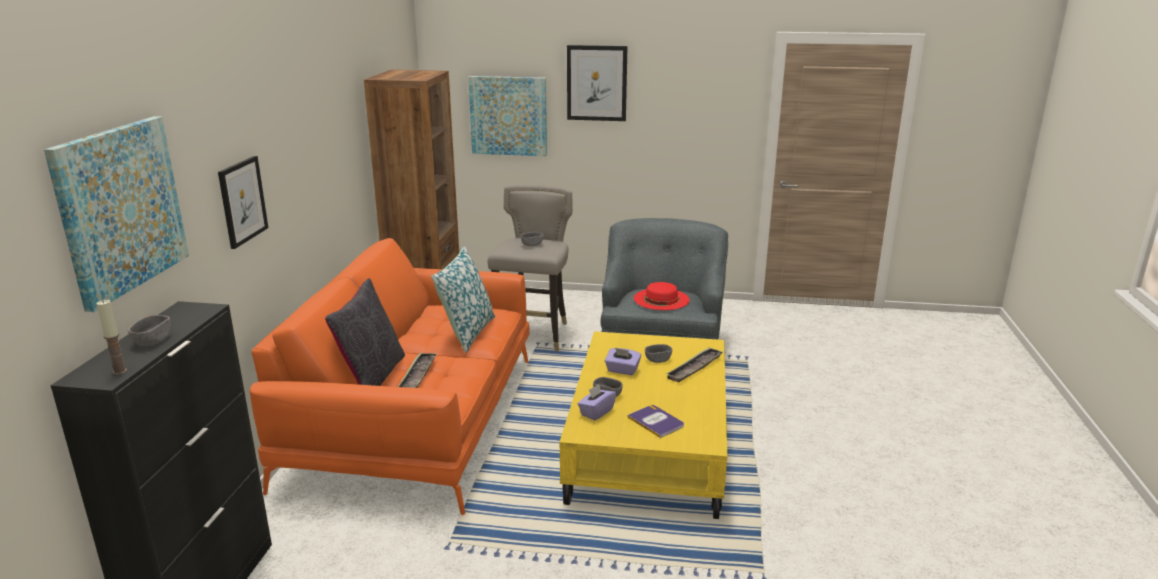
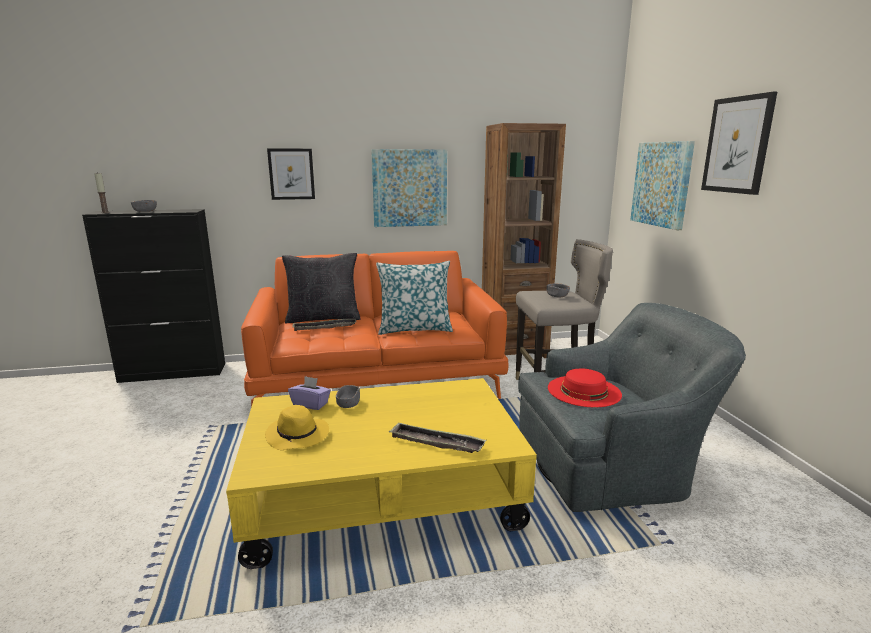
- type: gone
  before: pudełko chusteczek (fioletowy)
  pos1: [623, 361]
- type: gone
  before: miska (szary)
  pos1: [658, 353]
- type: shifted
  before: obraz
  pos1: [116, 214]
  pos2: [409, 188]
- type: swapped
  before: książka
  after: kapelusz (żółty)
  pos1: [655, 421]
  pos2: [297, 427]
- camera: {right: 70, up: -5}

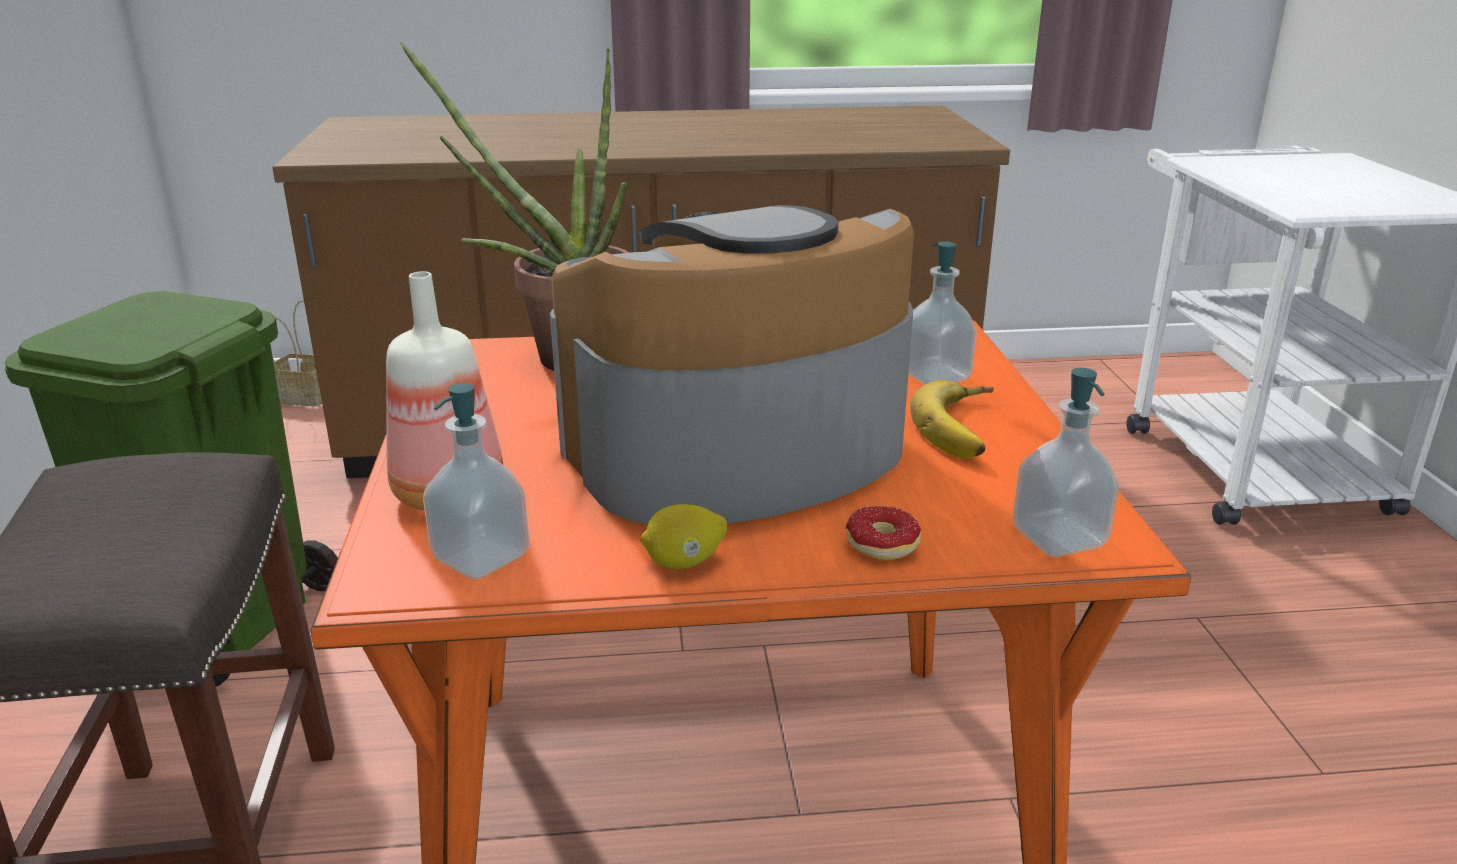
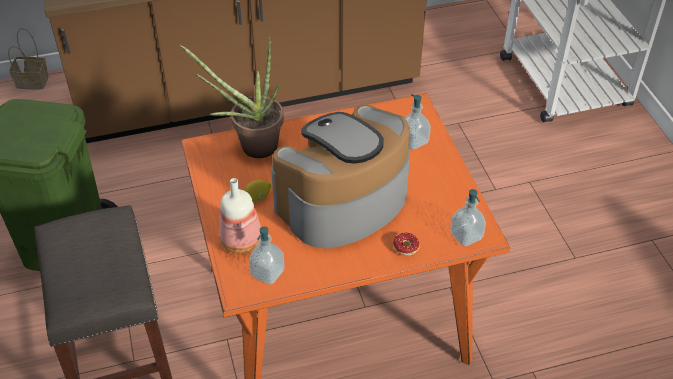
- type: gone
  before: banan
  pos1: [952, 419]
- type: shifted
  before: cytryna
  pos1: [683, 536]
  pos2: [258, 191]
- camera: {right: -10, up: 20}

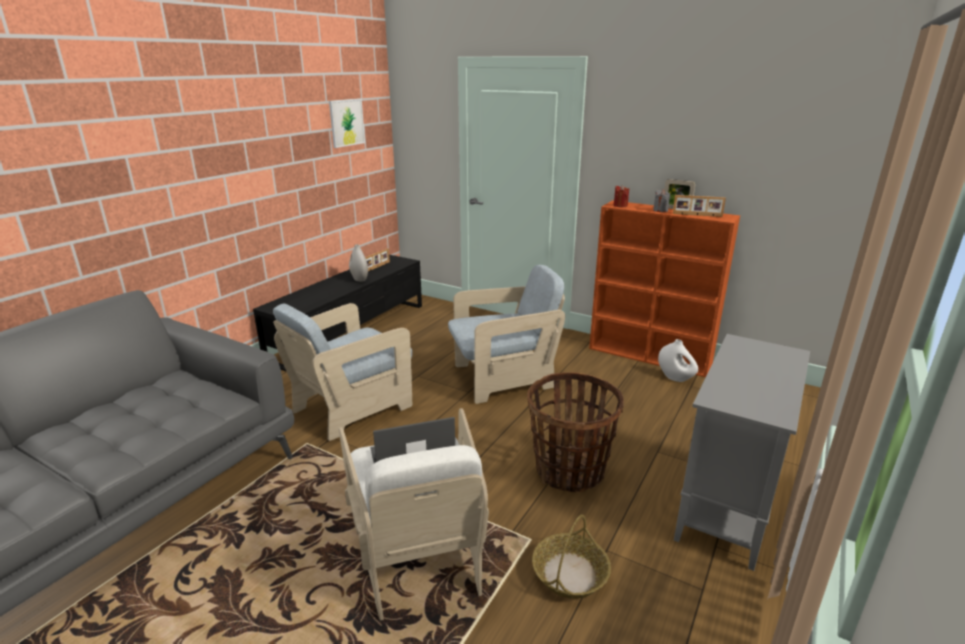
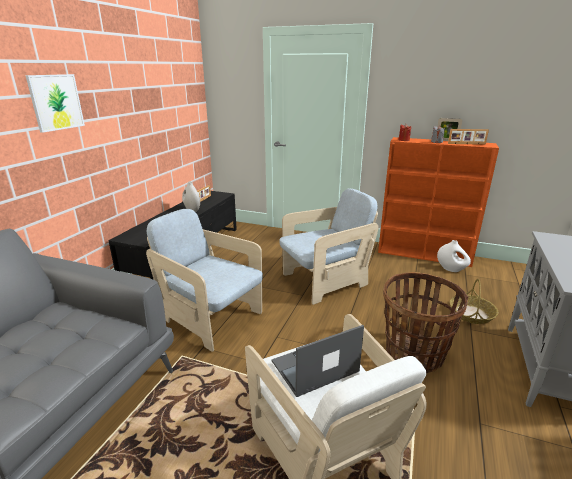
- type: shifted
  before: obraz
  pos1: [347, 123]
  pos2: [55, 103]
- type: shifted
  before: koszyk
  pos1: [571, 557]
  pos2: [474, 301]
- type: rotated
  before: fotel (beżowy)
  pos1: [342, 372]
  pos2: [204, 280]
  turn: 90
- camera: {right: -10, up: 0}

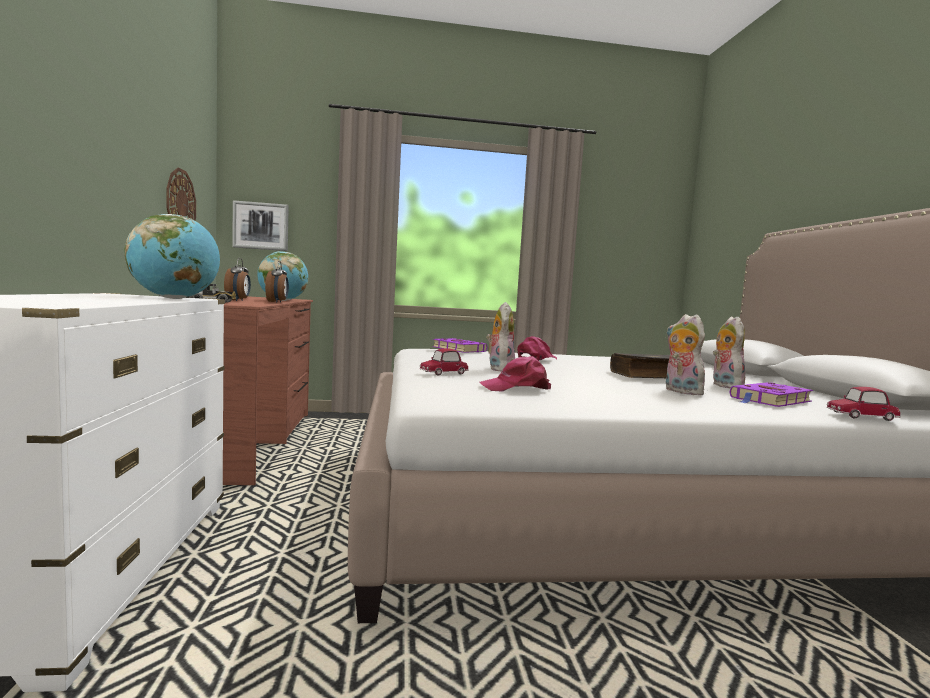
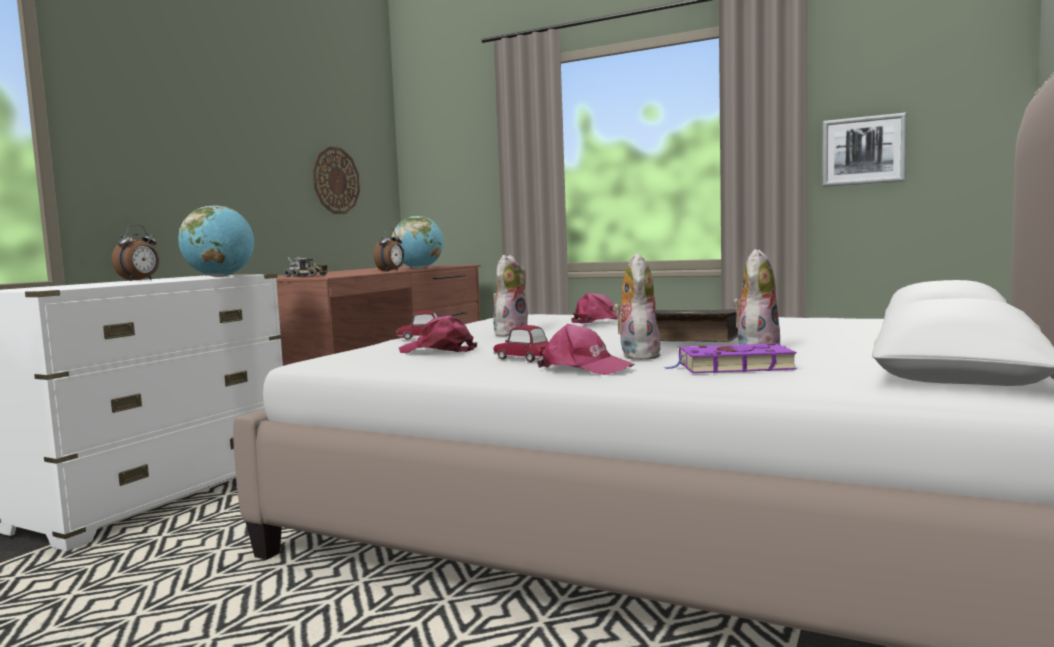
- type: gone
  before: książka (fioletowy)
  pos1: [459, 345]
- type: new
  after: czapka z daszkiem (różowy)
  pos2: [586, 349]
- type: shifted
  before: budzik
  pos1: [237, 279]
  pos2: [135, 252]
- type: shifted
  before: obraz
  pos1: [260, 225]
  pos2: [865, 149]
- type: shifted
  before: samochodzik
  pos1: [864, 404]
  pos2: [521, 343]
- camera: {right: 35, up: 0}

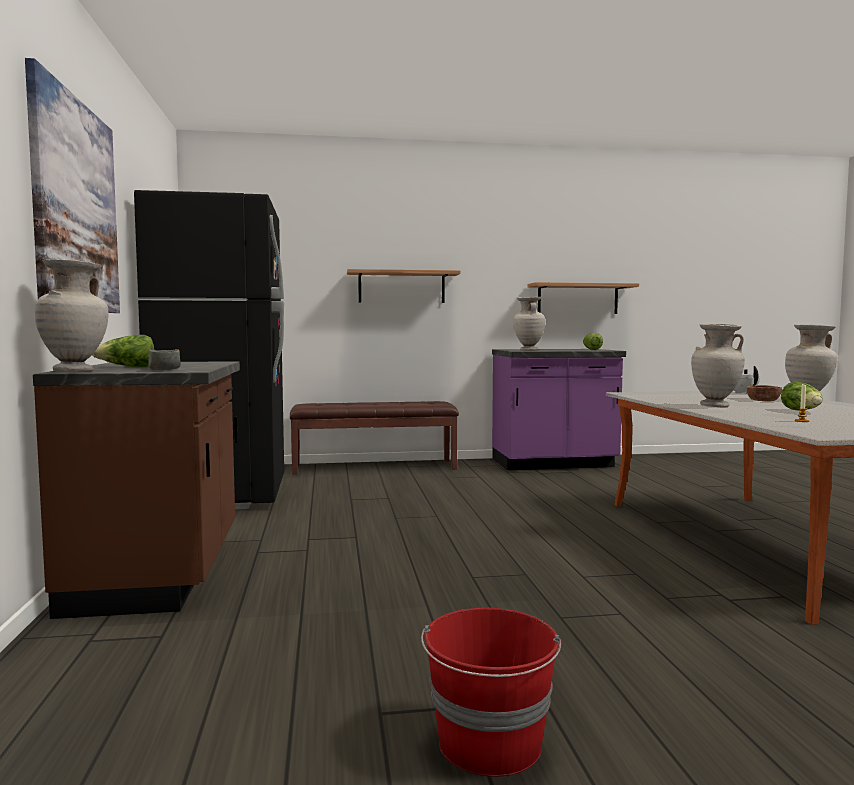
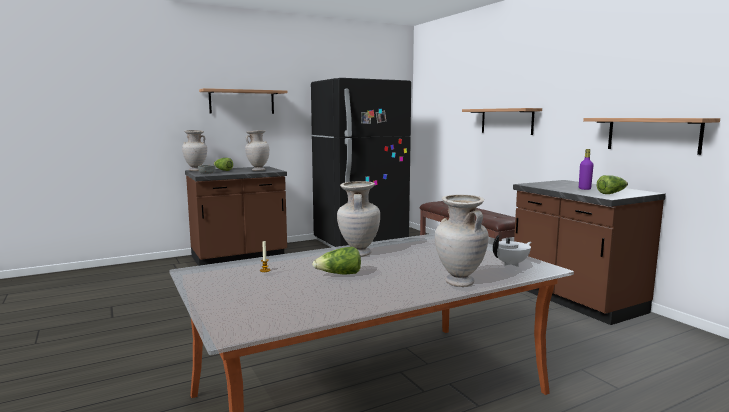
- type: gone
  before: wiadro (czerwony)
  pos1: [491, 692]
- type: gone
  before: miska (brązowy)
  pos1: [764, 393]
- type: new
  after: butelka (fioletowy)
  pos2: [586, 169]
- type: shifted
  before: wazon (beżowy)
  pos1: [529, 324]
  pos2: [257, 150]
- type: swapped
  before: obraz
  after: półka
  pos1: [72, 185]
  pos2: [243, 101]
- type: repainted
  before: zabudowa kuchenna (fioletowy)
  after: zabudowa kuchenna (brązowy)
  pos1: [559, 409]
  pos2: [589, 252]
- camera: {right: 70, up: 5}

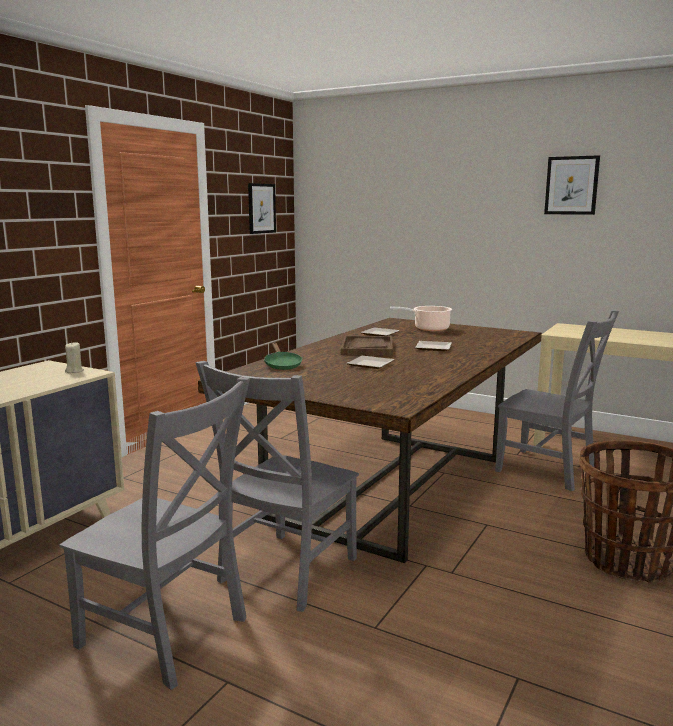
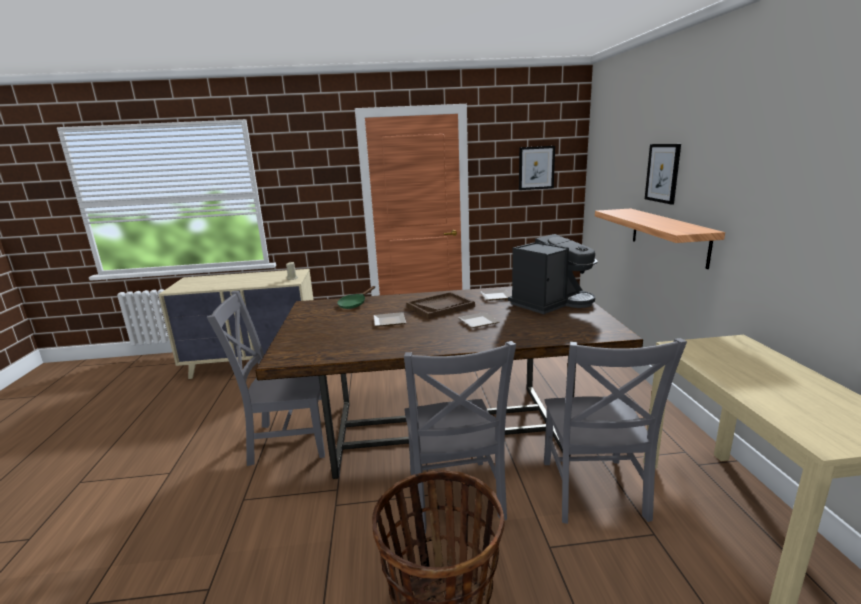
- type: new
  after: półka
  pos2: [660, 238]
- type: shifted
  before: krzesło (szary)
  pos1: [154, 533]
  pos2: [460, 437]
- type: shifted
  before: obraz
  pos1: [572, 185]
  pos2: [663, 174]
- type: swapped
  before: garnek
  after: ekspres do kawy
  pos1: [421, 318]
  pos2: [552, 274]
- camera: {right: 55, up: 5}

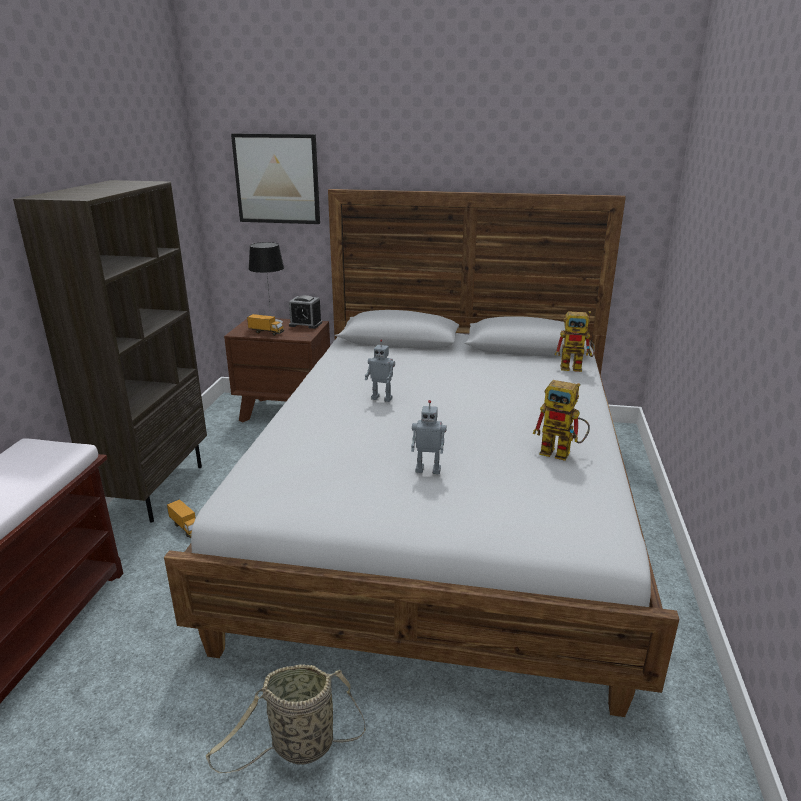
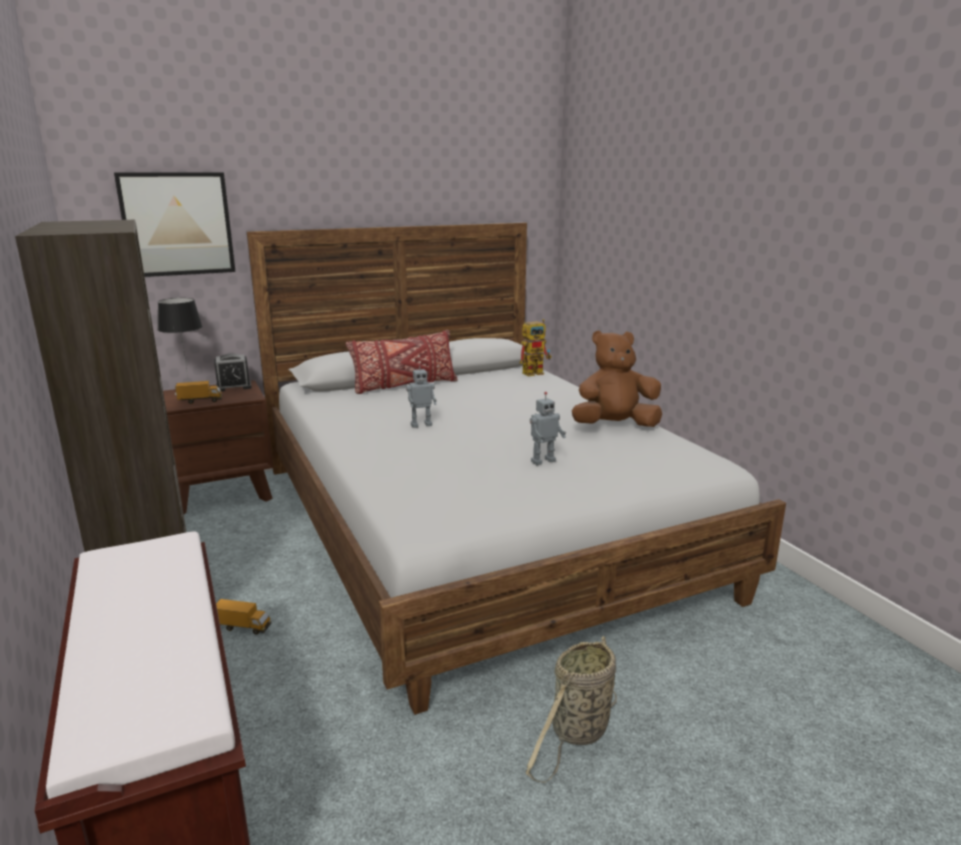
- type: new
  after: poduszka (czerwony)
  pos2: [401, 362]
- type: swapped
  before: robot zabawkowy
  after: pluszak (brązowy)
  pos1: [561, 420]
  pos2: [617, 378]
- camera: {right: -35, up: -5}

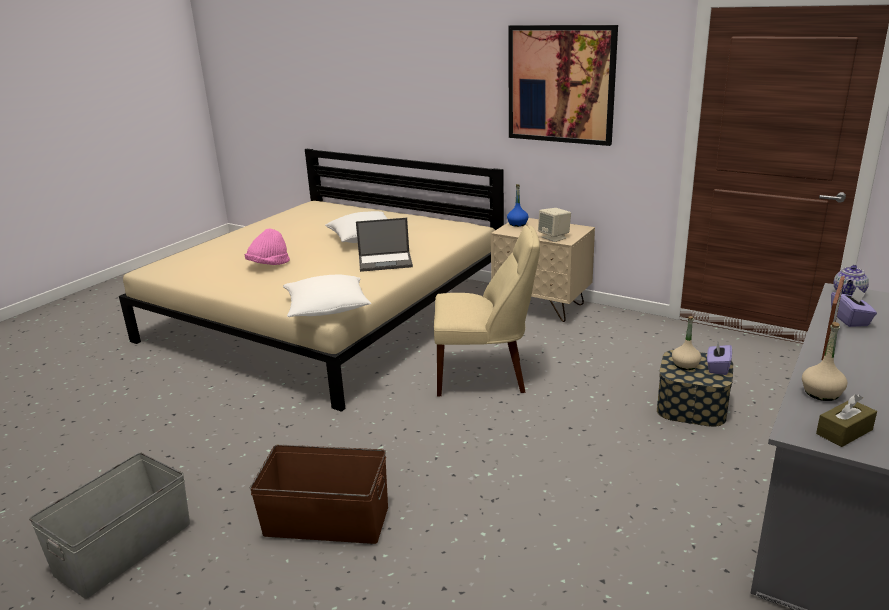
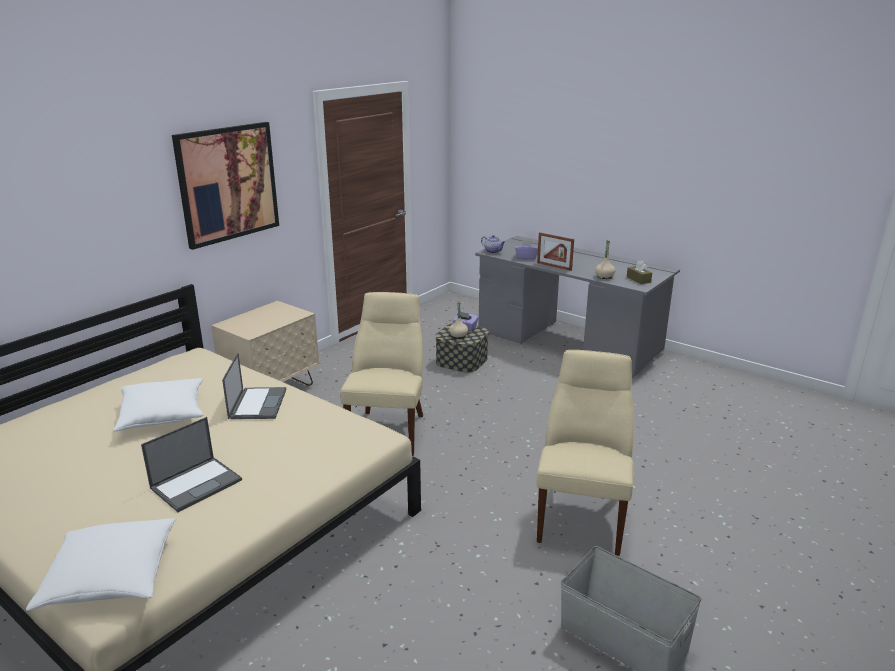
- type: gone
  before: butelka (niebieski)
  pos1: [518, 205]
- type: gone
  before: głośnik (beżowy)
  pos1: [554, 225]
- type: shifted
  before: poduszka (biały)
  pos1: [327, 296]
  pos2: [101, 564]
- type: swapped
  before: kapelusz (różowy)
  after: laptop
  pos1: [267, 247]
  pos2: [191, 464]
- type: swapped
  before: pojemnik do przechowywania (brązowy)
  after: krzesło (beżowy)
  pos1: [319, 494]
  pos2: [585, 453]
- camera: {right: -85, up: 0}

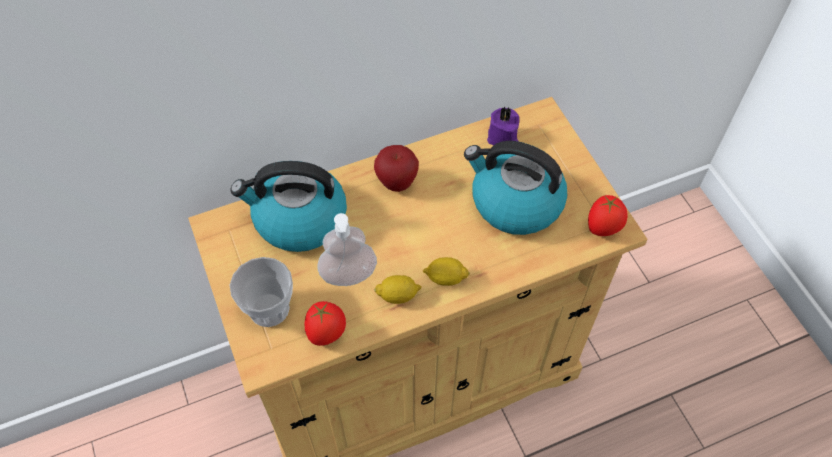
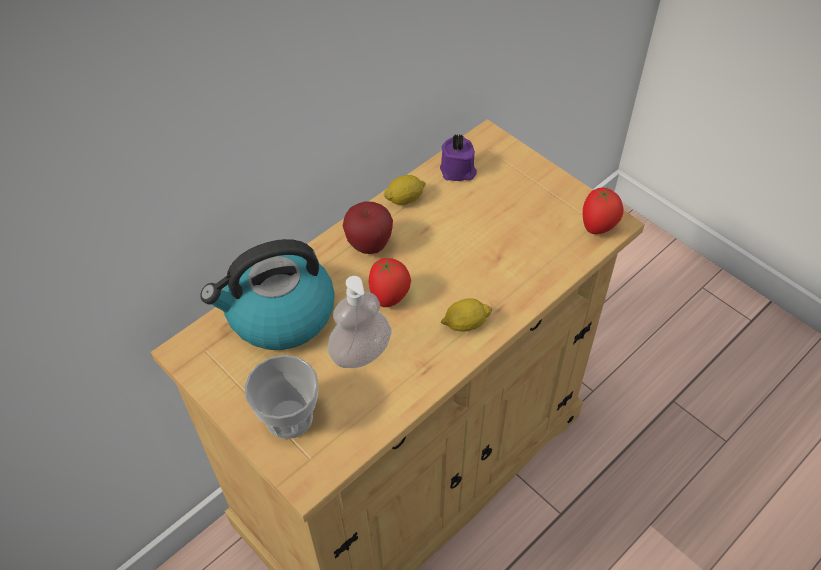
- type: gone
  before: czajnik
  pos1: [515, 188]
- type: shifted
  before: pomidor
  pos1: [325, 323]
  pos2: [390, 281]
- type: shifted
  before: cytryna
  pos1: [397, 289]
  pos2: [405, 190]
- camera: {right: -20, up: -5}

